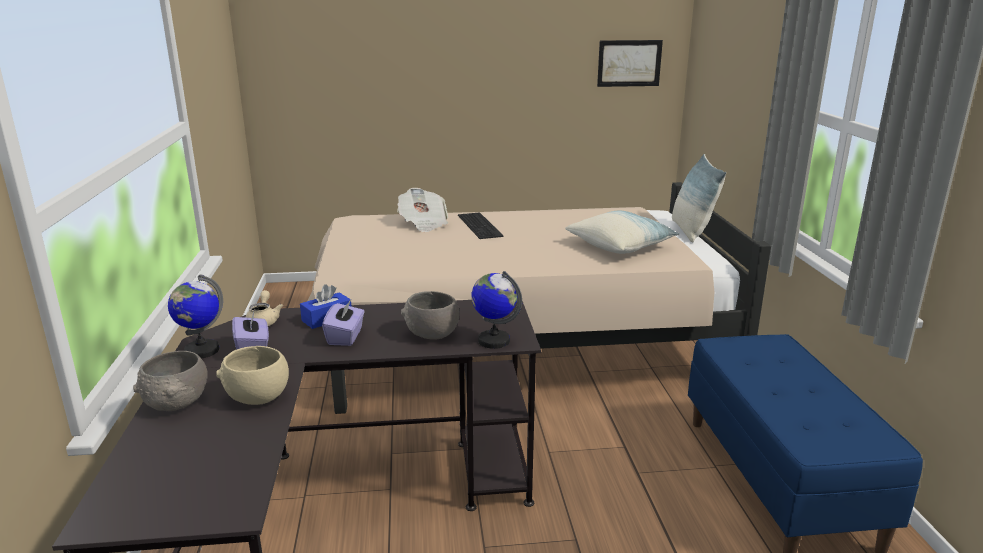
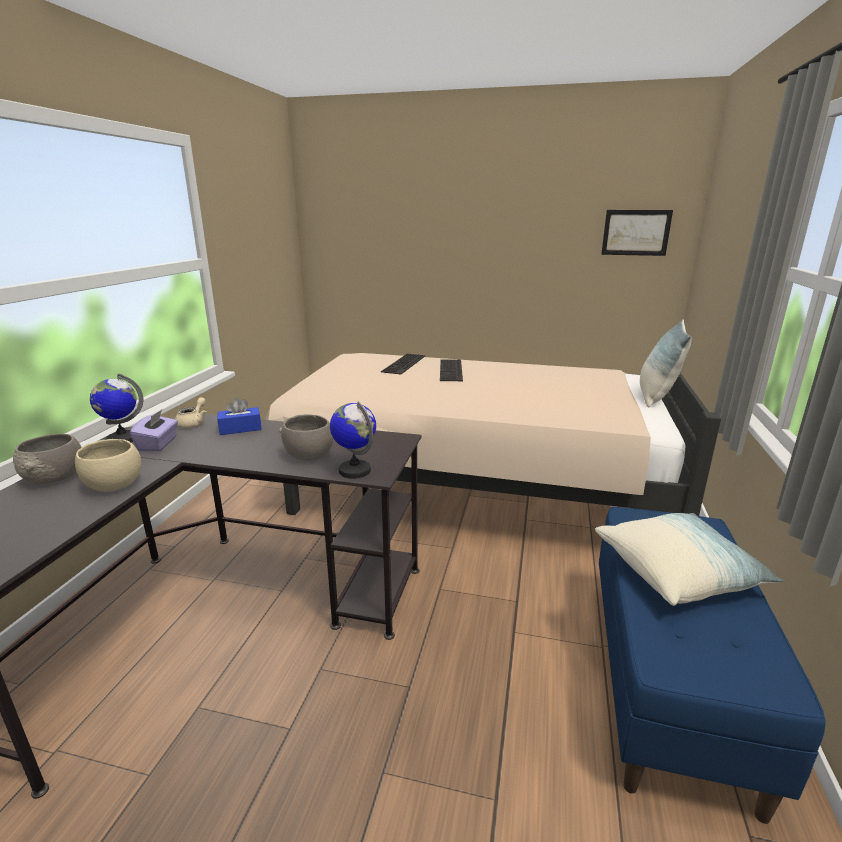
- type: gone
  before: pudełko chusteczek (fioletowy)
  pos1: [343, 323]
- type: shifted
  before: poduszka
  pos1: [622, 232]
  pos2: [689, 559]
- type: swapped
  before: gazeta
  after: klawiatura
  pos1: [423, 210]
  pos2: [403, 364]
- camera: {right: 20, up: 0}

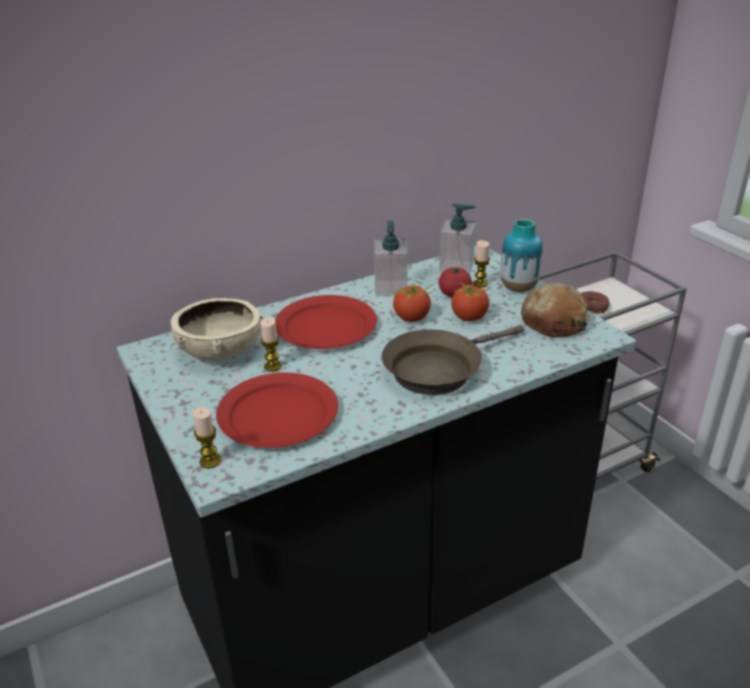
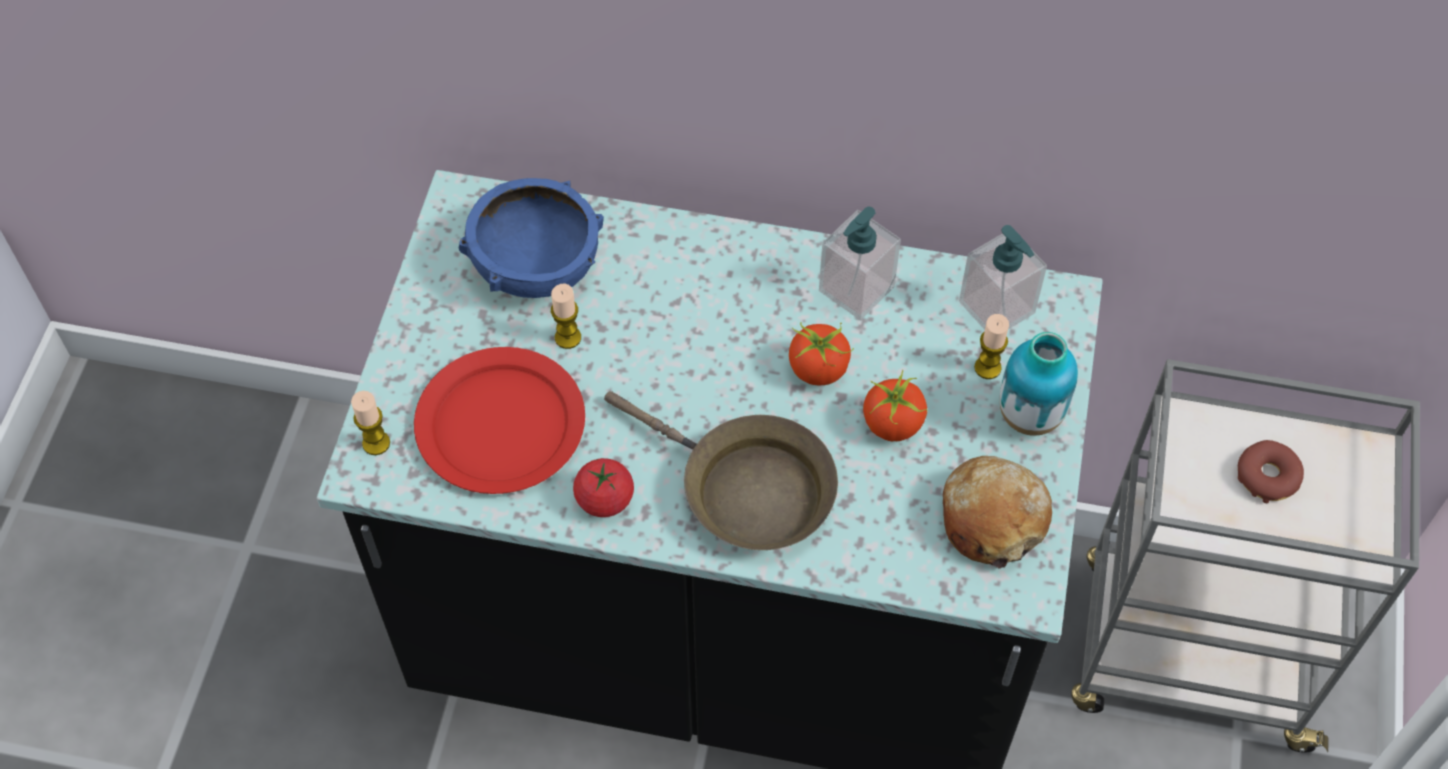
- type: gone
  before: talerz (czerwony)
  pos1: [326, 322]
- type: shifted
  before: pomidor
  pos1: [455, 282]
  pos2: [603, 487]
- type: repainted
  before: miska (beżowy)
  after: miska (niebieski)
  pos1: [217, 329]
  pos2: [531, 238]
- type: rotated
  before: patelnia (brązowy)
  pos1: [452, 360]
  pos2: [721, 470]
  turn: -150
- camera: {right: 40, up: 25}

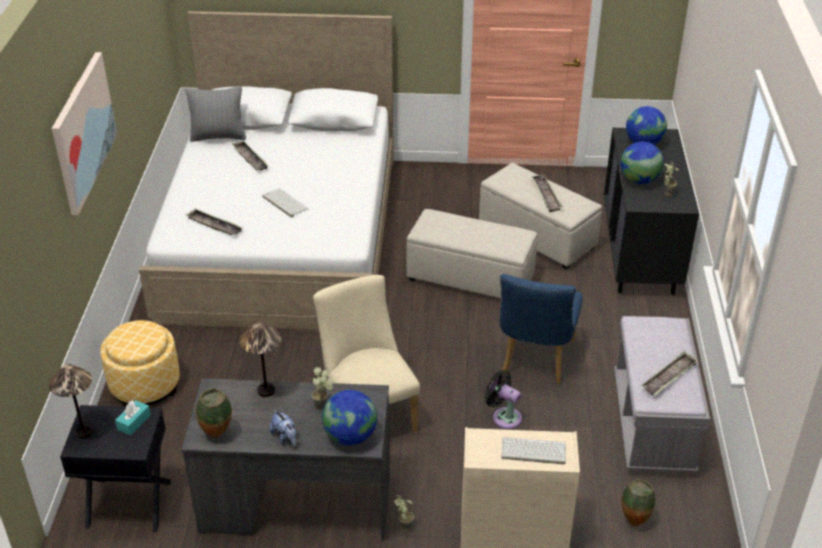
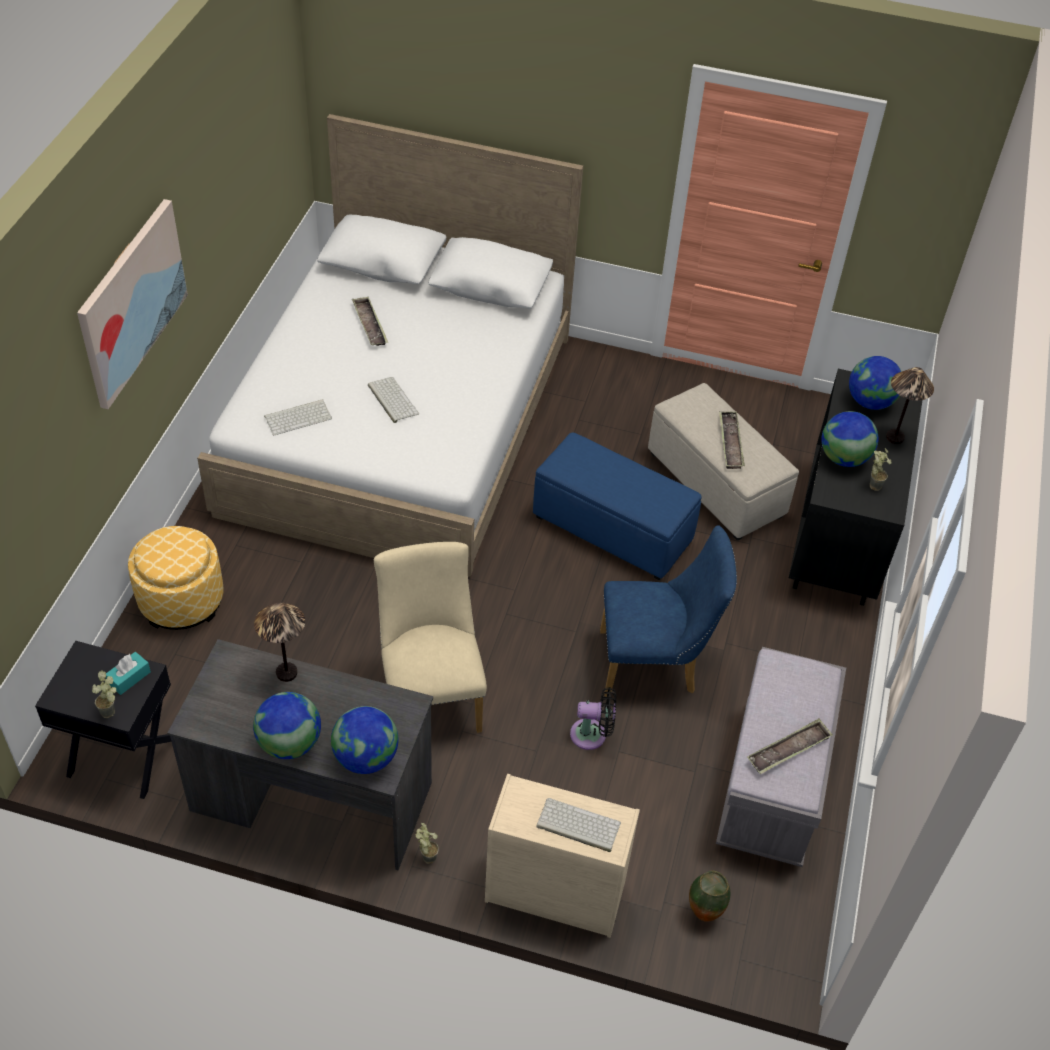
- type: gone
  before: poduszka (szary)
  pos1: [215, 114]
- type: gone
  before: wazon
  pos1: [214, 413]
- type: shifted
  before: lampa stołowa
  pos1: [71, 401]
  pos2: [910, 405]
- type: shifted
  before: roślina doniczkowa
  pos1: [322, 389]
  pos2: [104, 694]
- type: swapped
  before: taca
  after: klawiatura
  pos1: [214, 221]
  pos2: [298, 417]
- type: swapped
  before: pluszak
  after: globus
  pos1: [283, 428]
  pos2: [287, 725]
- type: repainted
  before: pufa (beżowy)
  after: pufa (niebieski)
  pos1: [471, 253]
  pos2: [617, 507]
- type: rotated
  before: wentylator (czarny)
  pos1: [503, 399]
  pos2: [593, 718]
  turn: 135
- type: rotated
  before: krzesło (niebieski)
  pos1: [541, 329]
  pos2: [668, 611]
  turn: -120
- camera: {right: 10, up: 10}

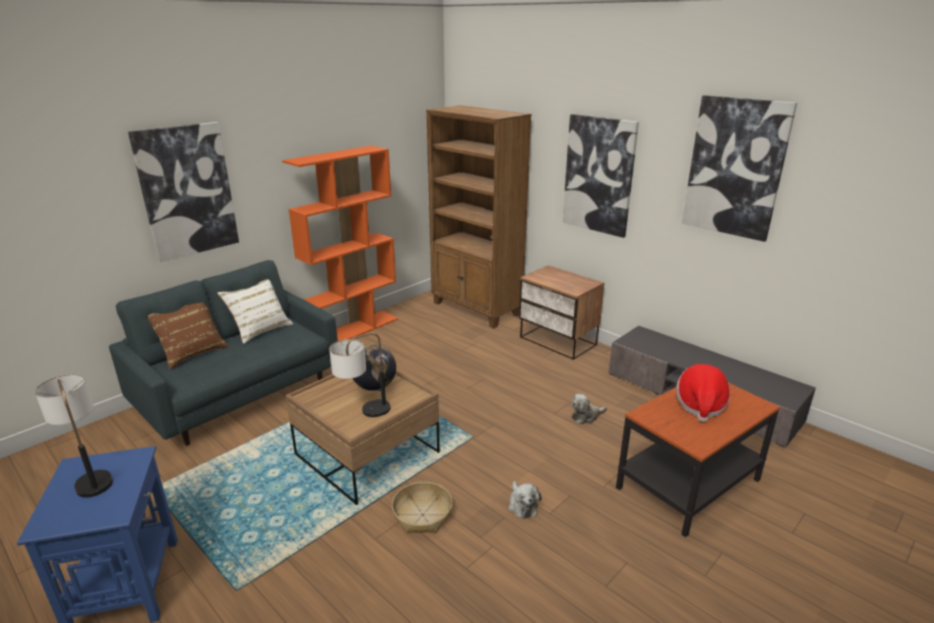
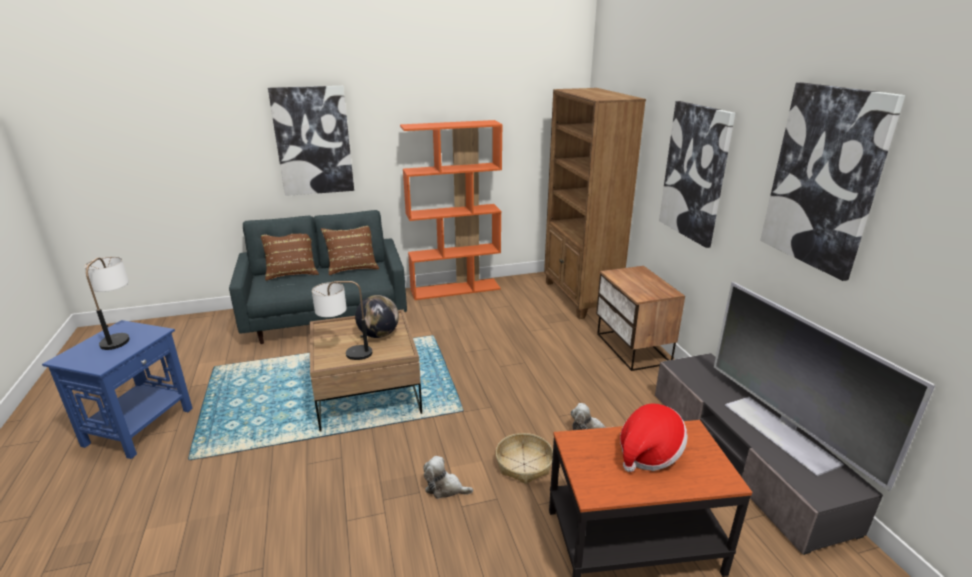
- type: new
  after: telewizor
  pos2: [824, 386]
- type: shifted
  before: koszyk
  pos1: [422, 507]
  pos2: [524, 458]
- type: repainted
  before: poduszka (biały)
  after: poduszka (brązowy)
  pos1: [255, 311]
  pos2: [350, 250]
- type: rotated
  before: pluszak
  pos1: [525, 500]
  pos2: [448, 477]
  turn: 90
- camera: {right: 30, up: 0}

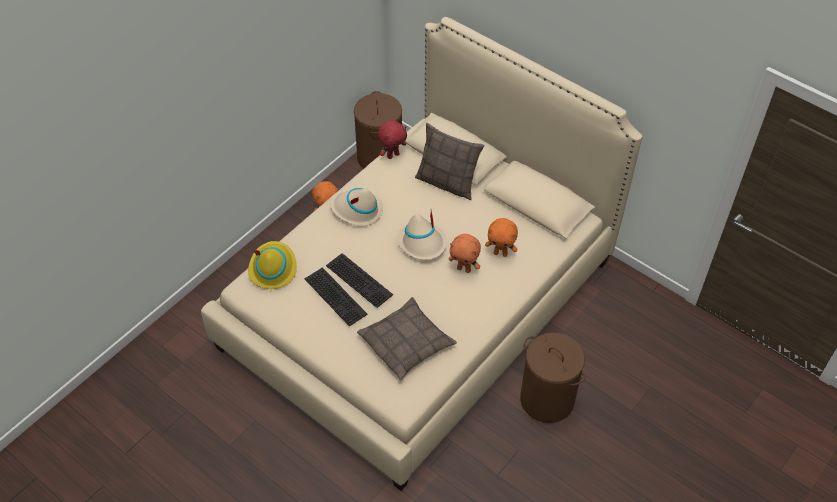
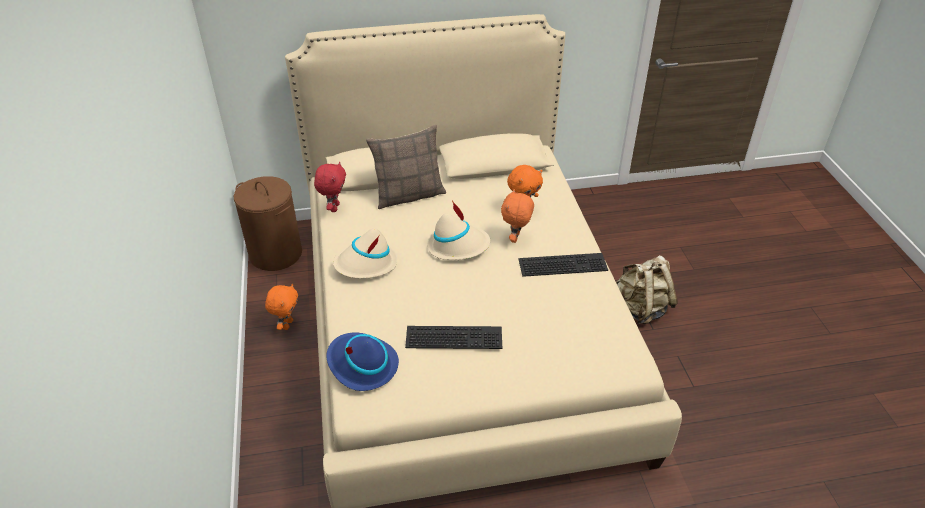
- type: gone
  before: poduszka
  pos1: [407, 338]
- type: shifted
  before: klawiatura
  pos1: [359, 280]
  pos2: [563, 265]
- type: swapped
  before: kosz na pranie (brązowy)
  after: plecak (beżowy)
  pos1: [552, 378]
  pos2: [647, 289]
- type: repainted
  before: kapelusz (żółty)
  after: kapelusz (niebieski)
  pos1: [272, 265]
  pos2: [362, 361]
- type: rotated
  before: pluszak (pomarańczowy)
  pos1: [465, 253]
  pos2: [517, 216]
  turn: 135
- camera: {right: -50, up: -10}

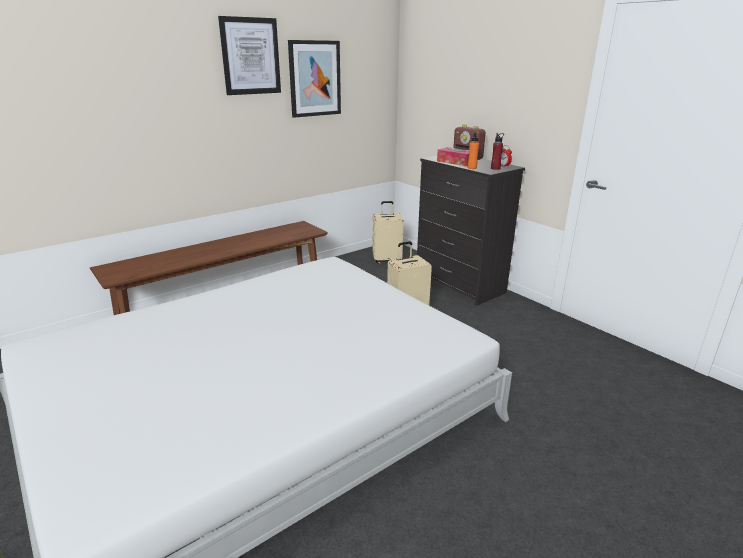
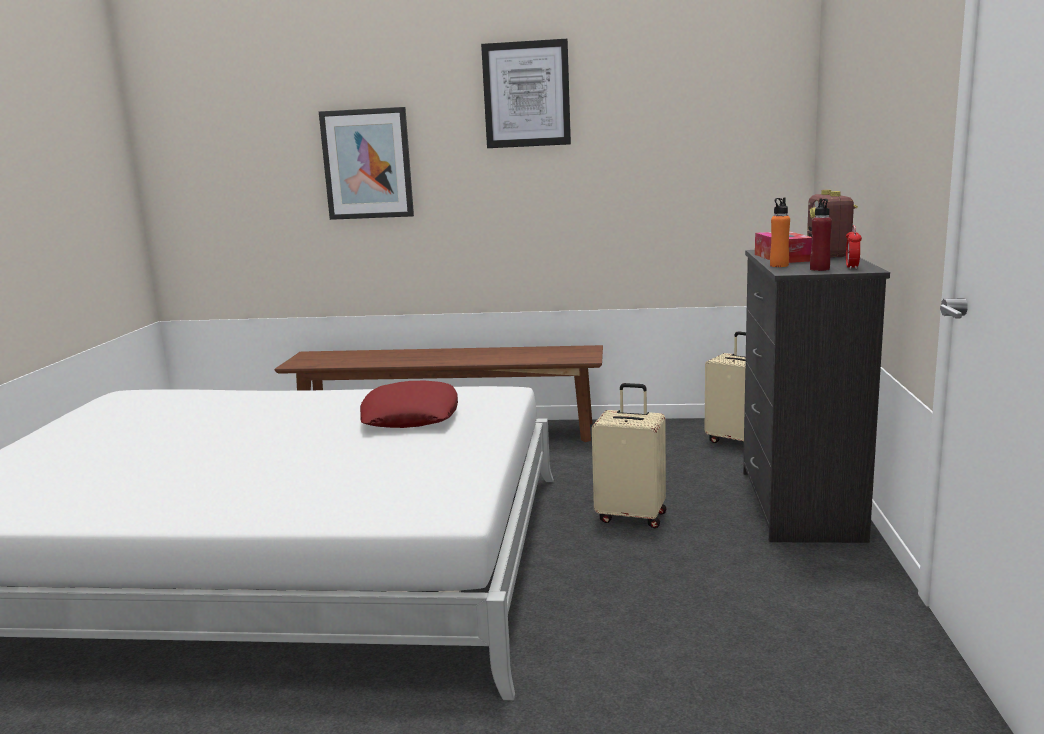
- type: new
  after: poduszka (czerwony)
  pos2: [409, 404]
- type: shifted
  before: obraz
  pos1: [314, 79]
  pos2: [366, 163]
- camera: {right: 45, up: -10}

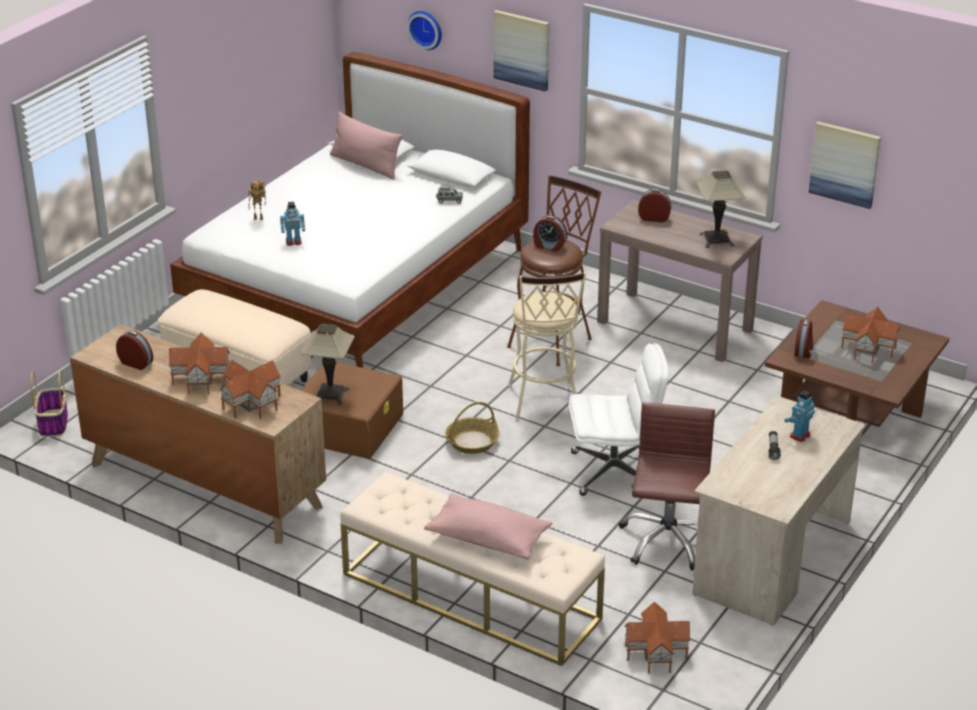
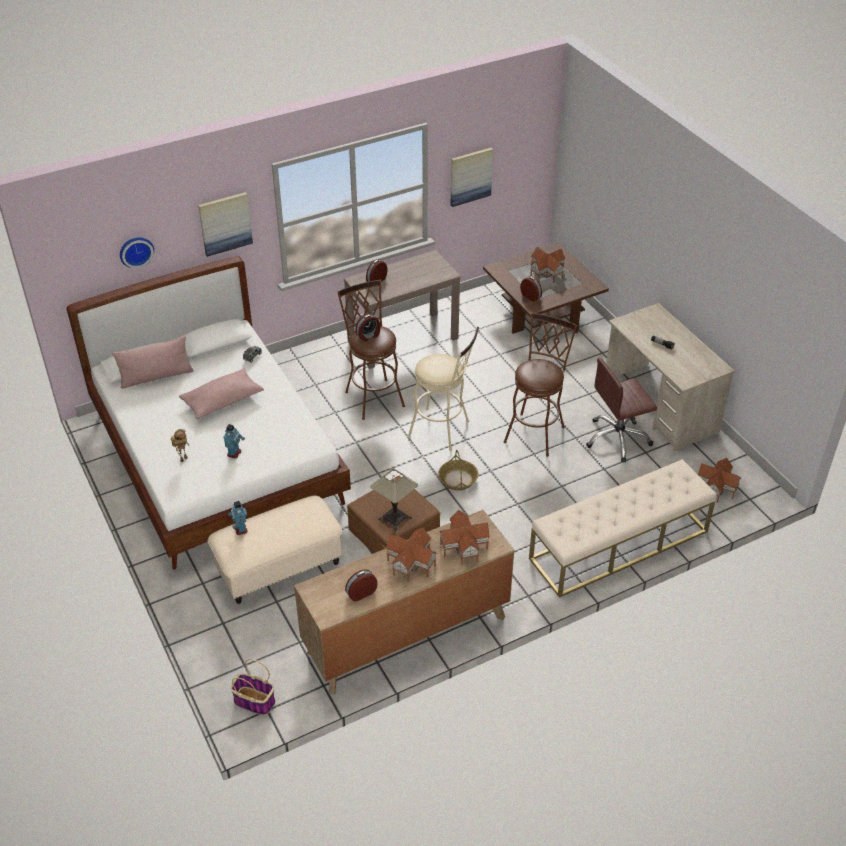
- type: gone
  before: lampa stołowa
  pos1: [721, 209]
- type: shifted
  before: poduszka (różowy)
  pos1: [488, 526]
  pos2: [221, 393]
- type: shifted
  before: robot zabawkowy
  pos1: [799, 416]
  pos2: [238, 518]
- type: swapped
  before: krzesło biurowe (biały)
  after: stołek (brązowy)
  pos1: [619, 419]
  pos2: [540, 385]
- type: rotated
  before: krzesło biurowe (brązowy)
  pos1: [667, 487]
  pos2: [621, 410]
  turn: -60
- camera: {right: -60, up: 10}

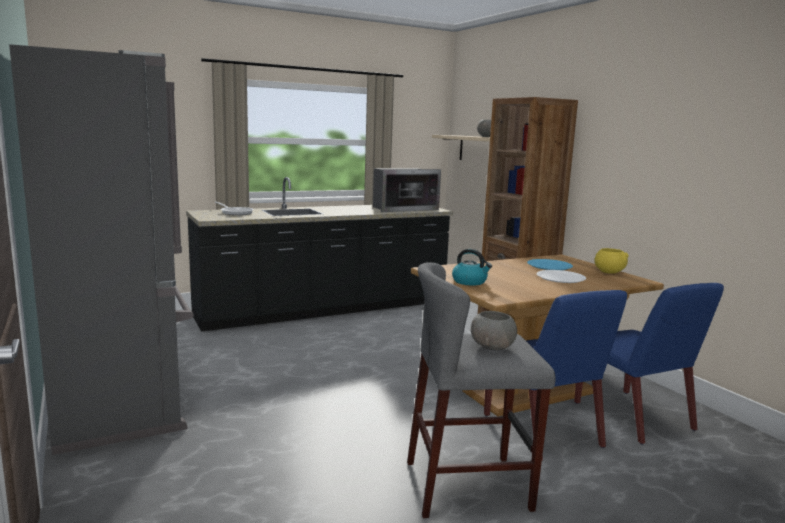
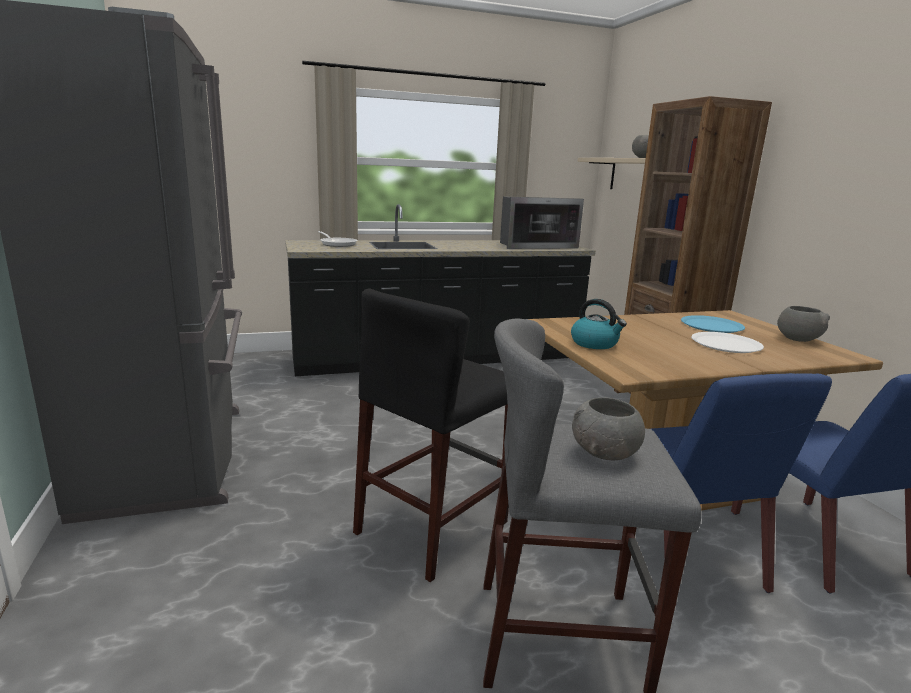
- type: new
  after: stołek (czarny)
  pos2: [431, 435]
- type: repainted
  before: miska (żółty)
  after: miska (szary)
  pos1: [611, 261]
  pos2: [803, 324]
- camera: {right: 10, up: 5}

